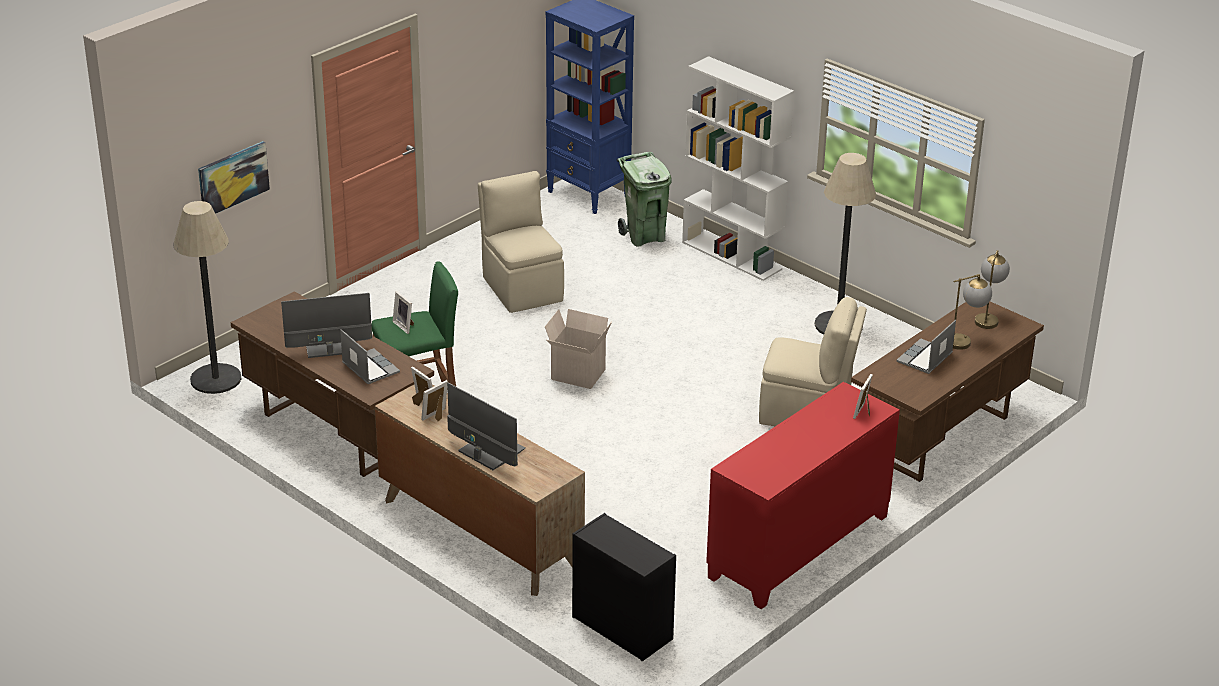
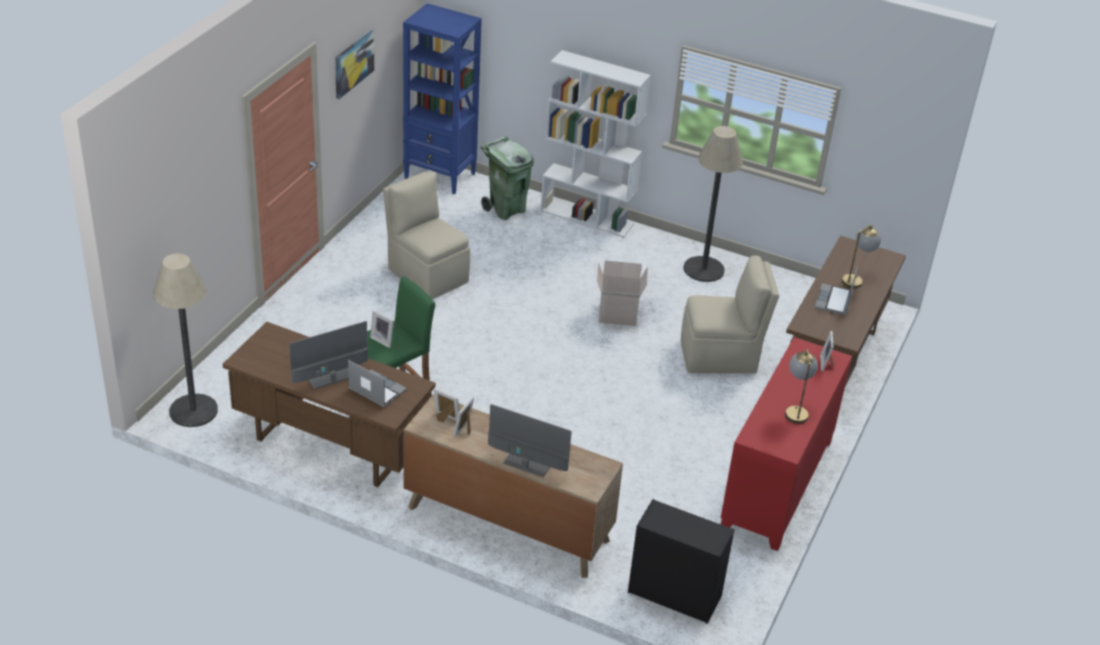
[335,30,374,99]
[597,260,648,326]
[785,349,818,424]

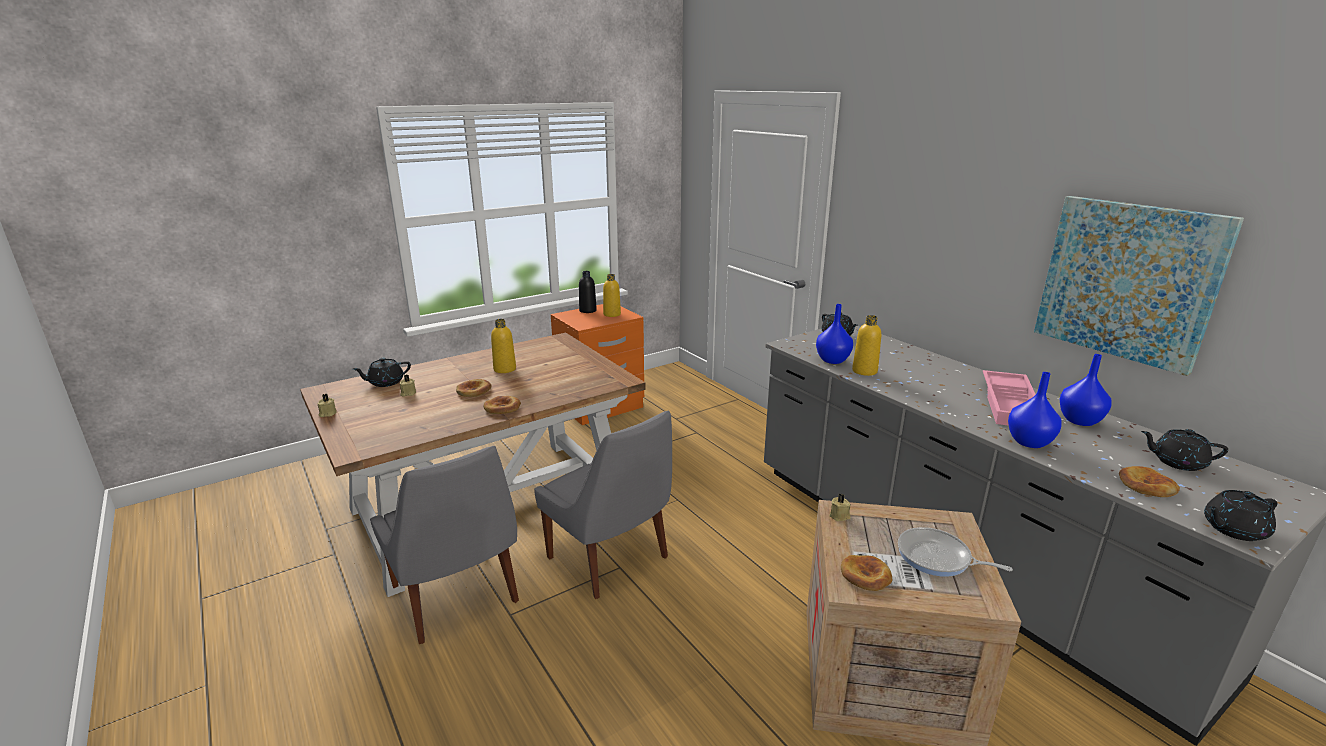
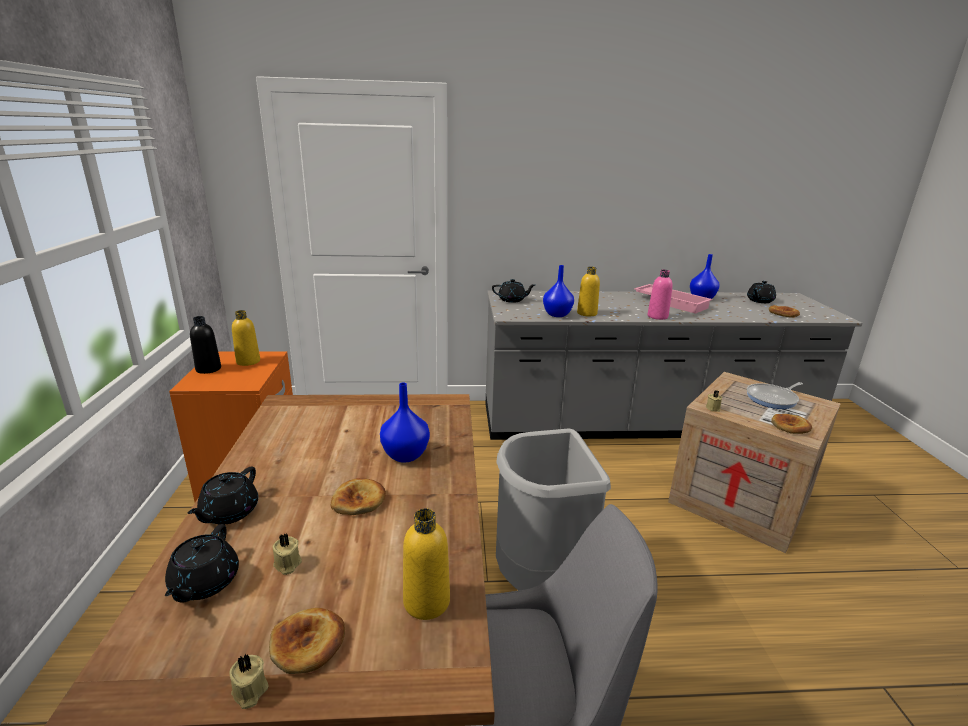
[269,608,345,674]
[403,508,450,620]
[496,428,611,591]
[380,383,430,463]
[1034,196,1244,376] (first image)
[187,467,258,524]
[648,270,673,320]

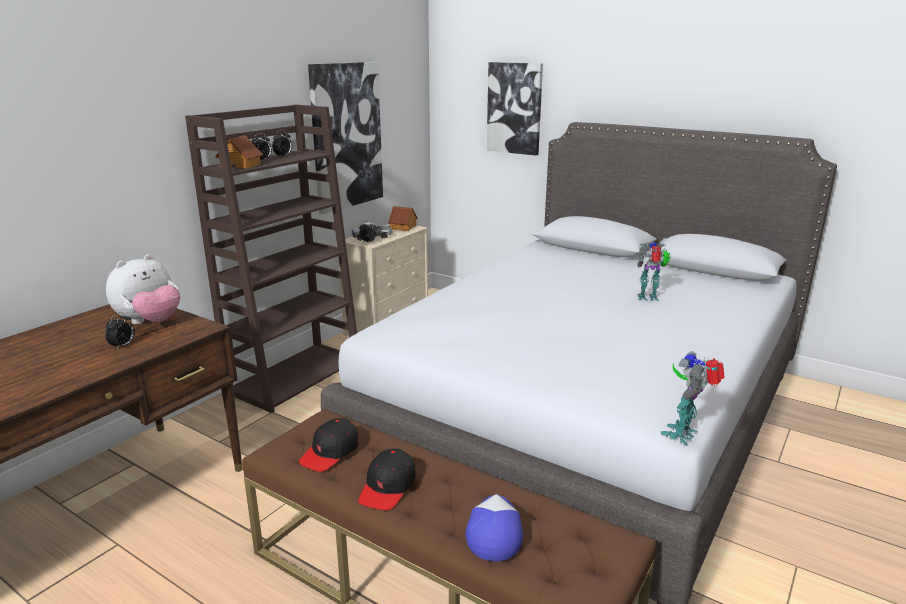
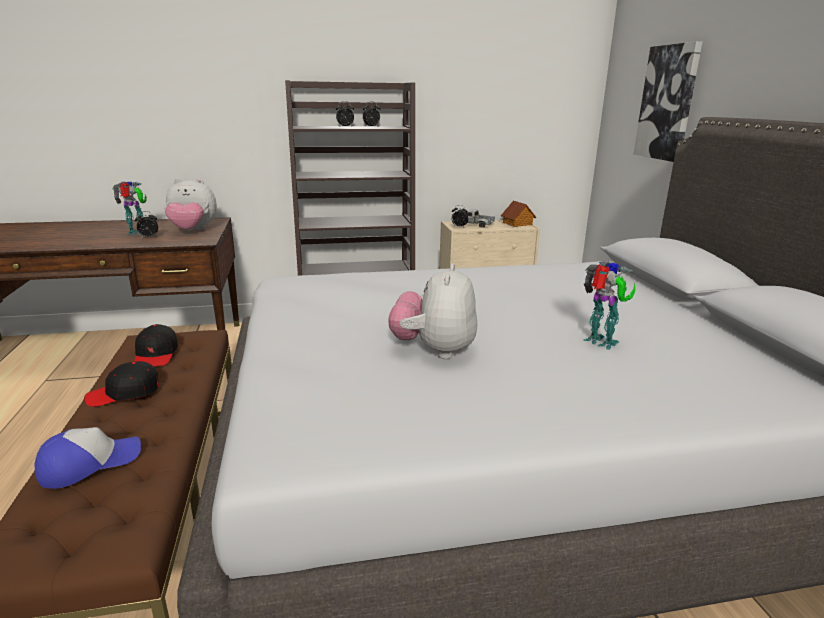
[215,135,263,169] (first image)
[134,324,178,366]
[308,62,383,214] (first image)
[113,182,147,235]
[388,263,477,359]

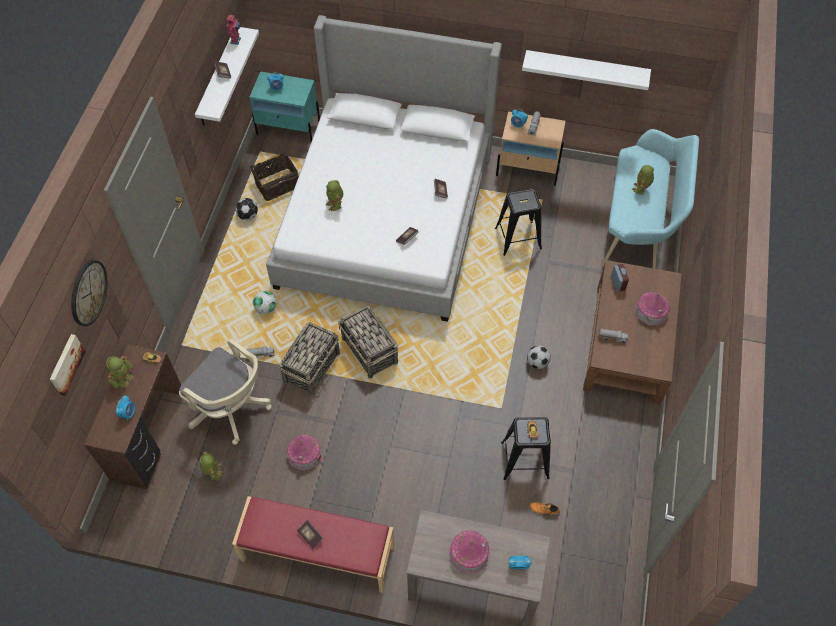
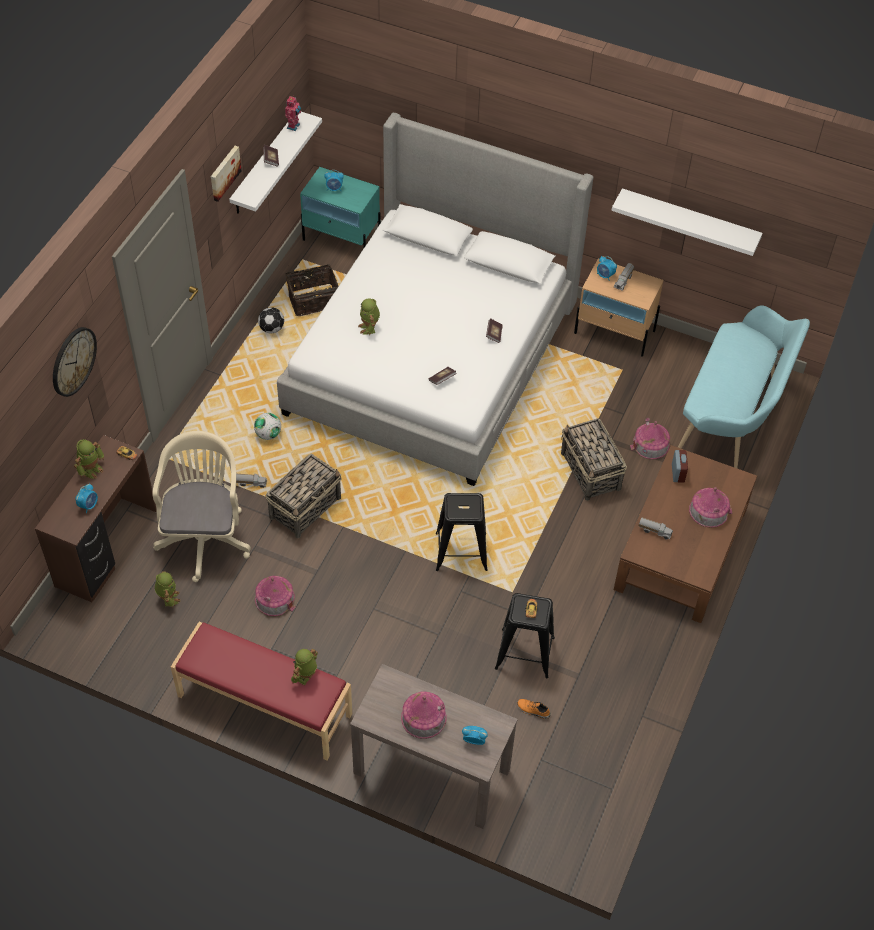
[211,146,242,202]
[152,431,251,582]
[297,520,323,549] (first image)
[561,418,627,501]
[436,493,488,571]
[527,345,551,369] (first image)
[291,649,318,685]
[630,418,670,459]

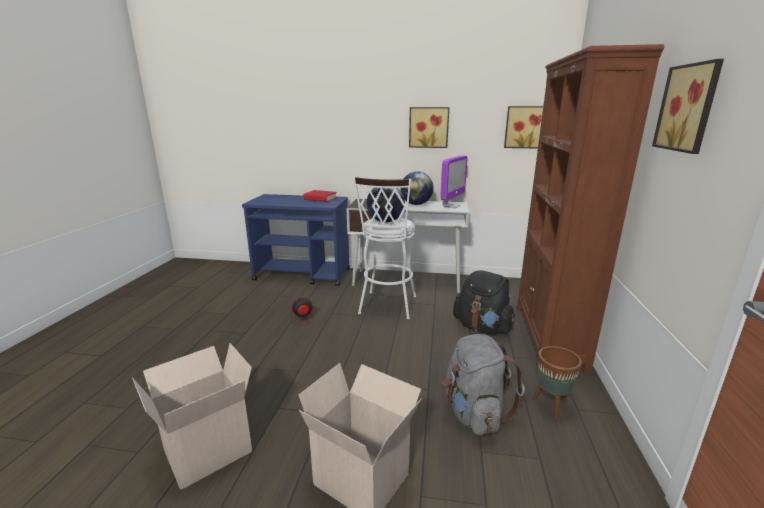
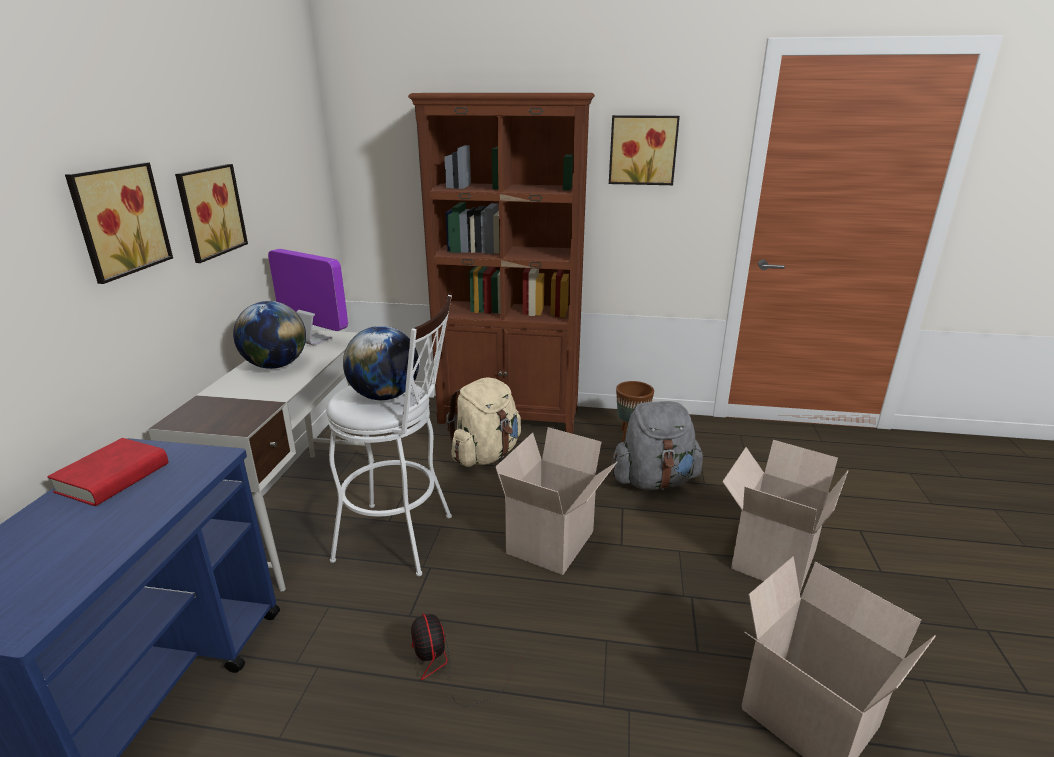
[446,377,521,467]
[65,162,173,284]
[495,427,617,575]

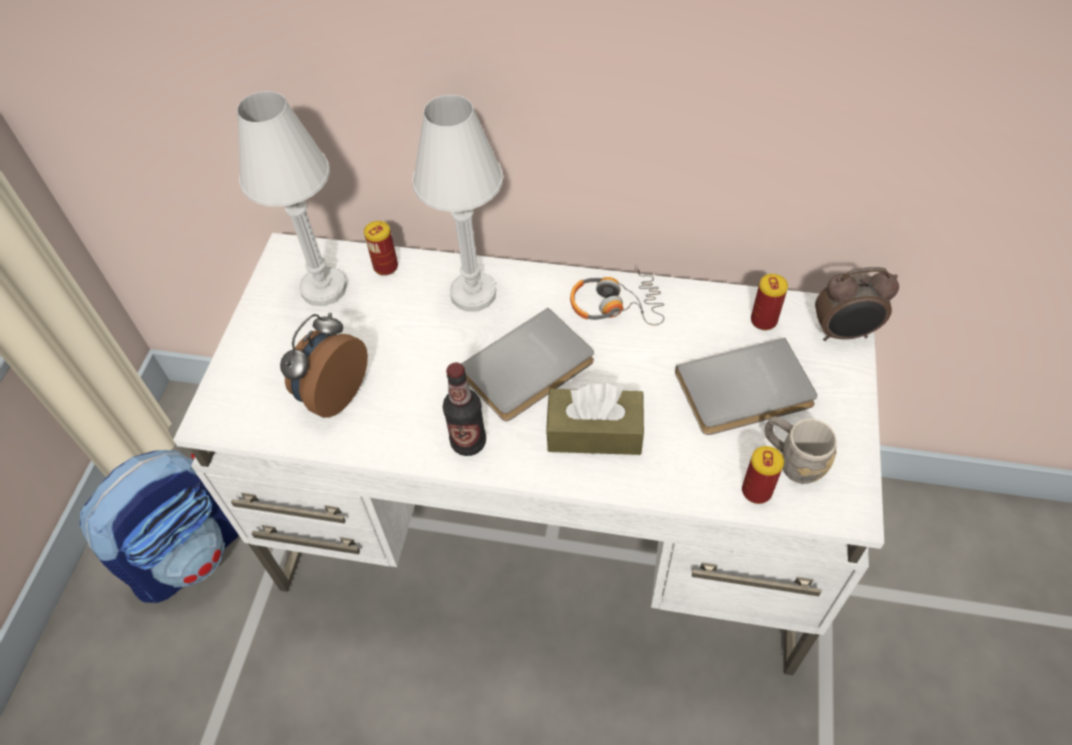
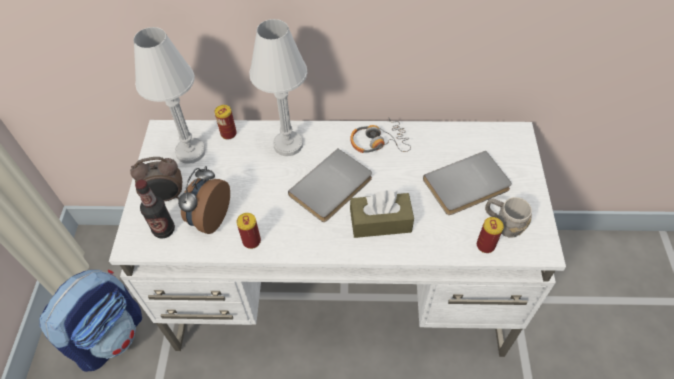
[135,180,175,239]
[237,213,261,249]
[130,157,182,202]

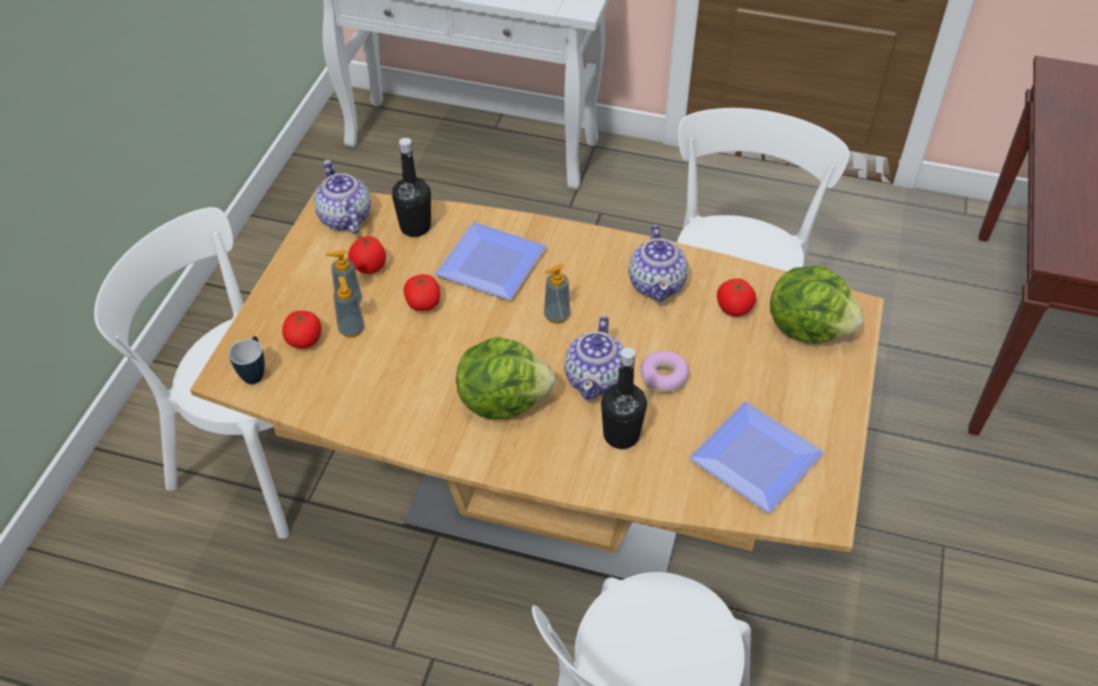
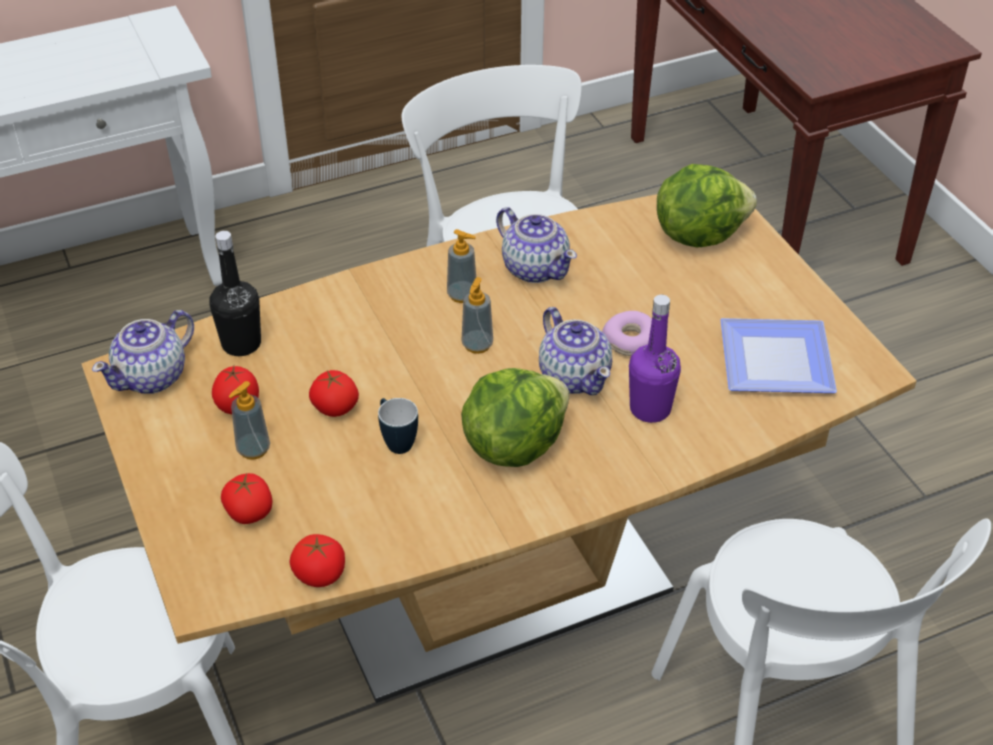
[378,398,418,454]
[92,310,194,394]
[447,229,476,303]
[435,222,546,300] (first image)
[629,295,681,423]
[289,534,345,587]

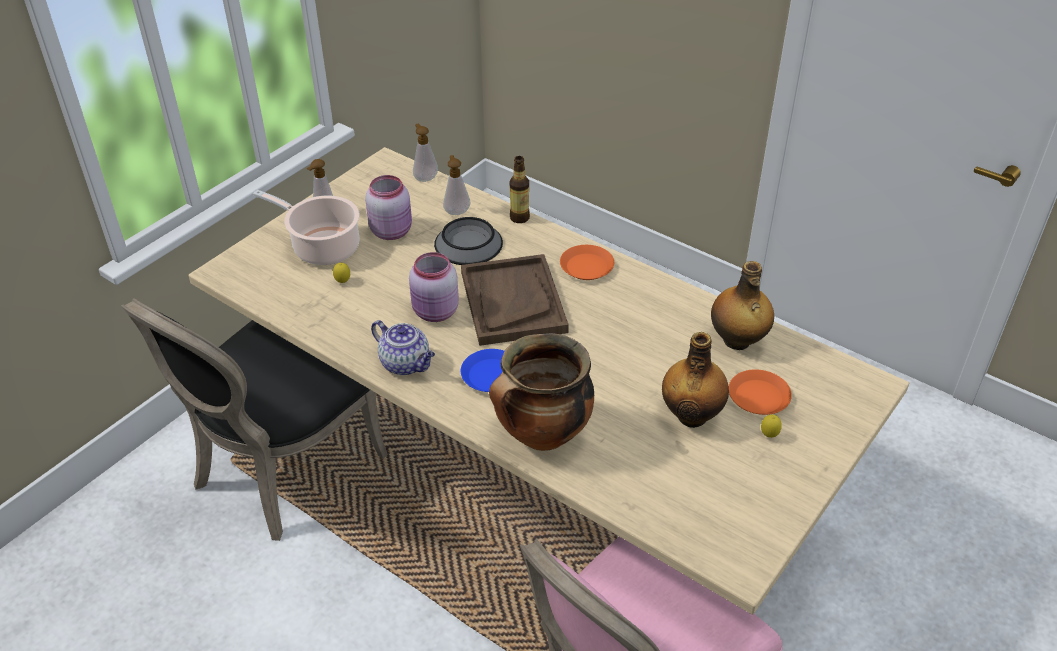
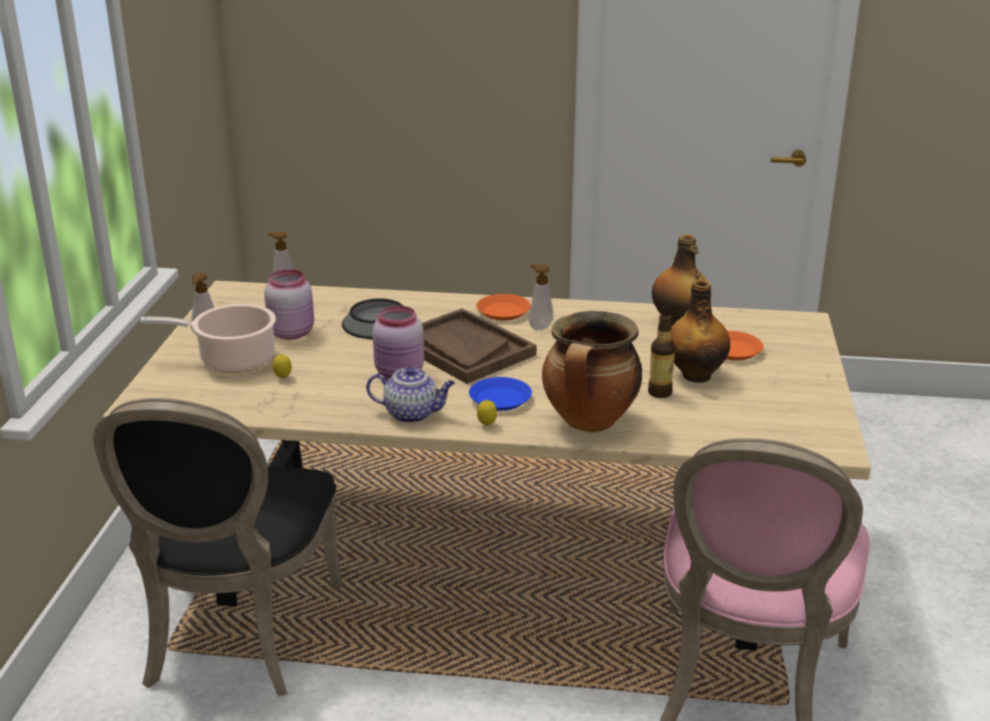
[529,264,554,331]
[648,313,675,398]
[477,400,497,426]

